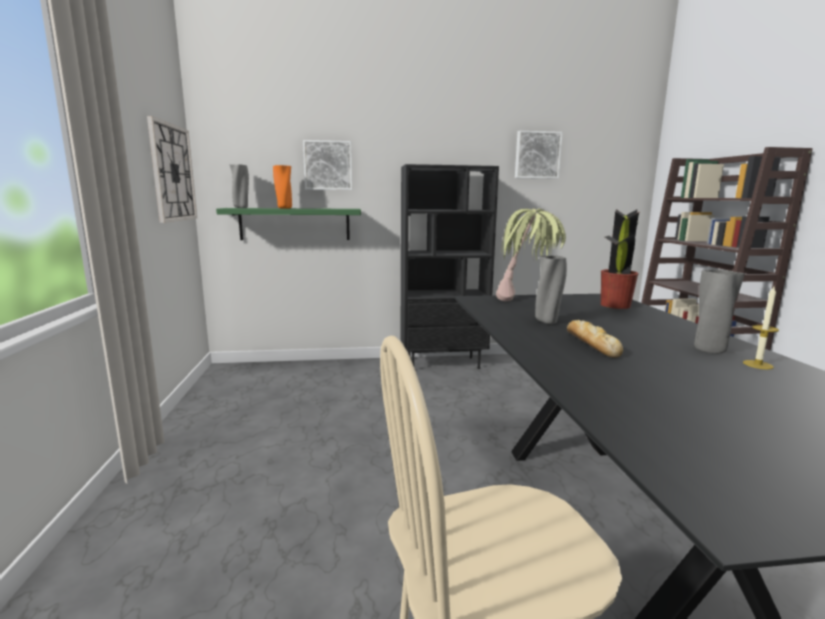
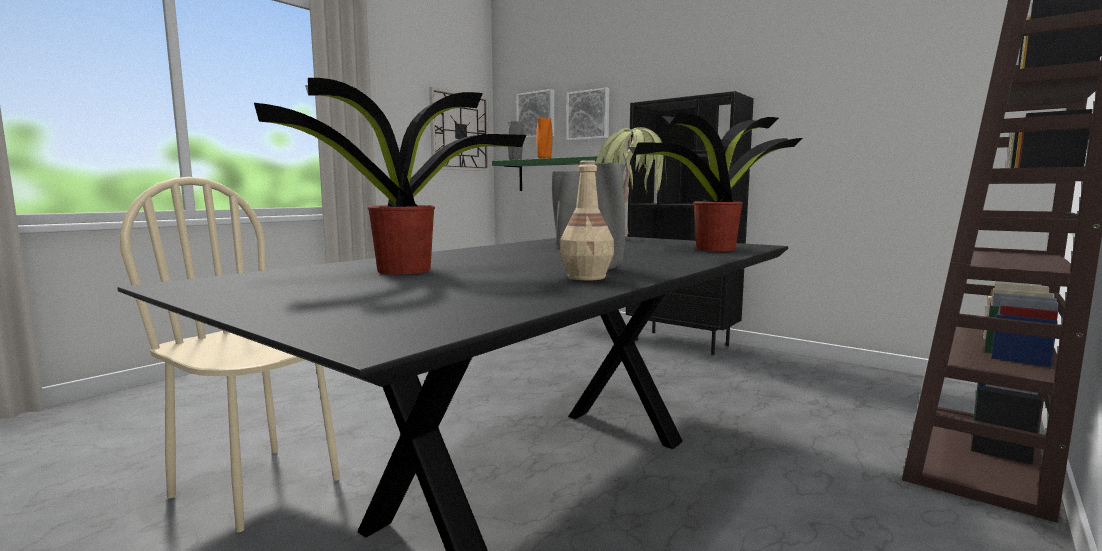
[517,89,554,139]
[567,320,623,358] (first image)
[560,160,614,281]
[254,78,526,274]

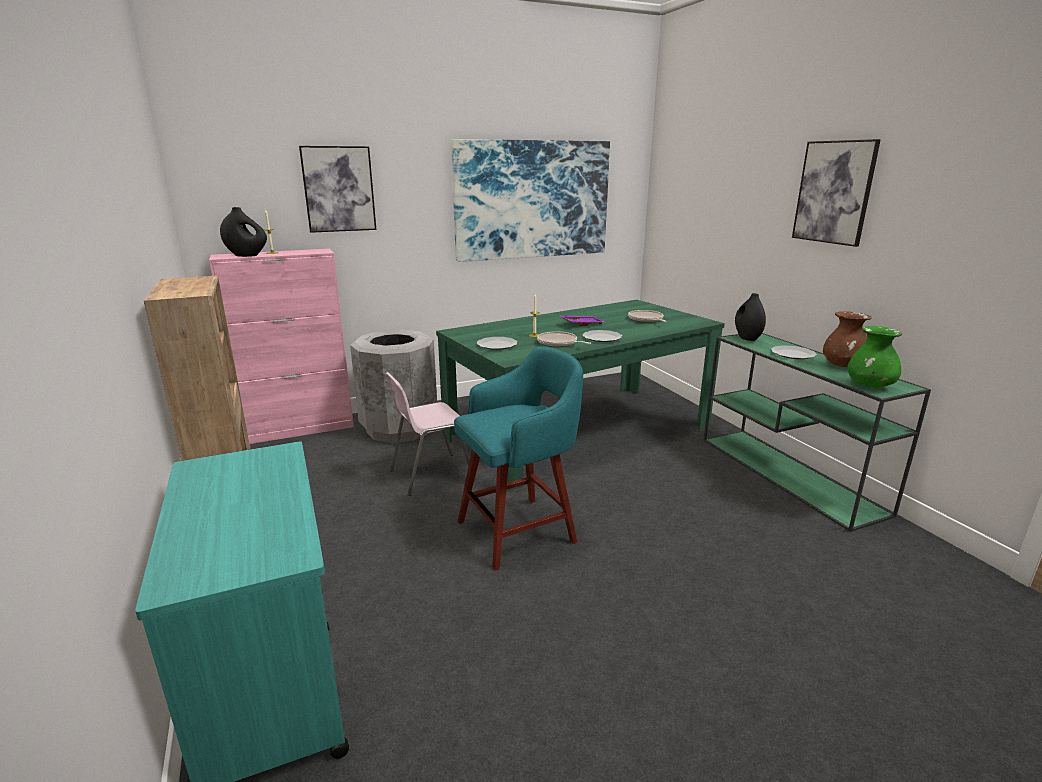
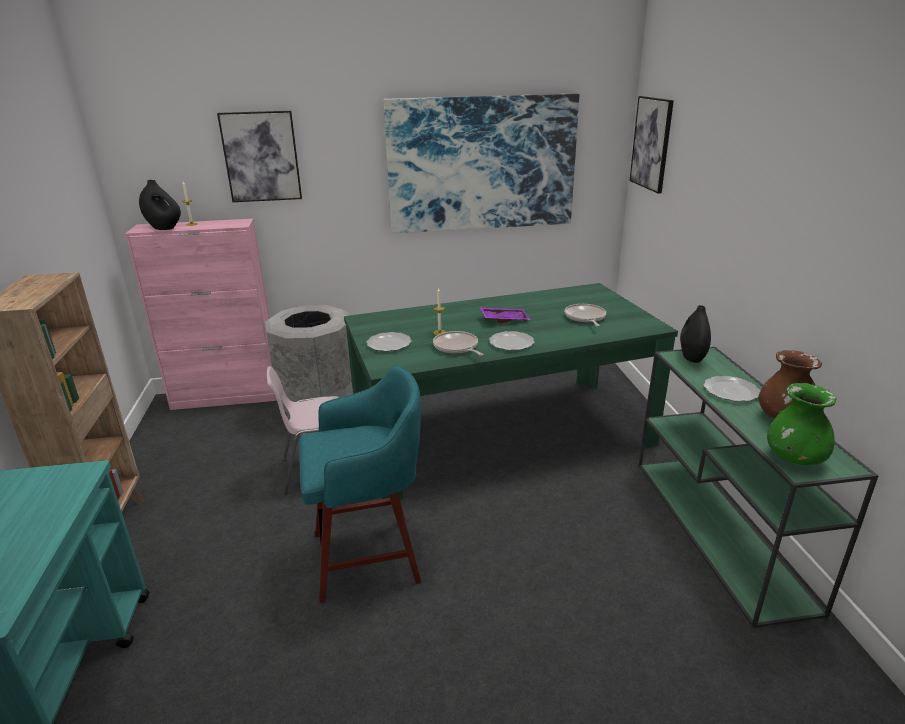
[629,96,674,193]

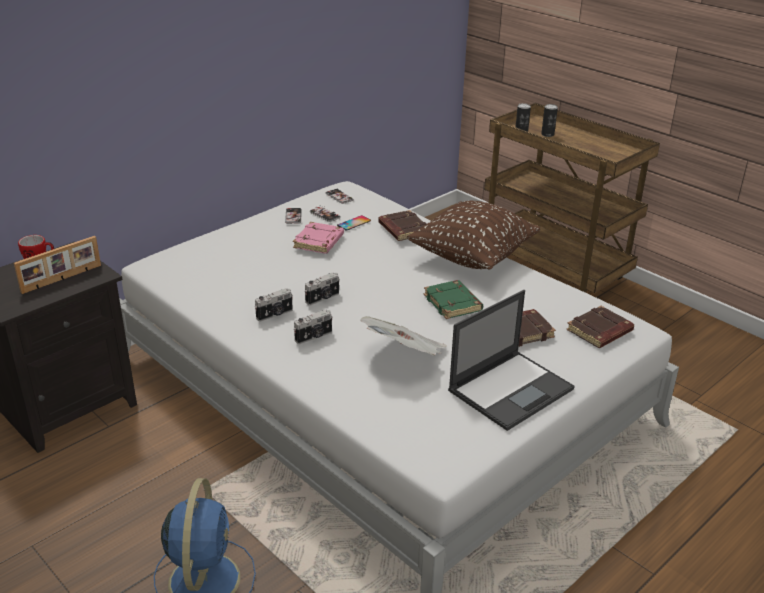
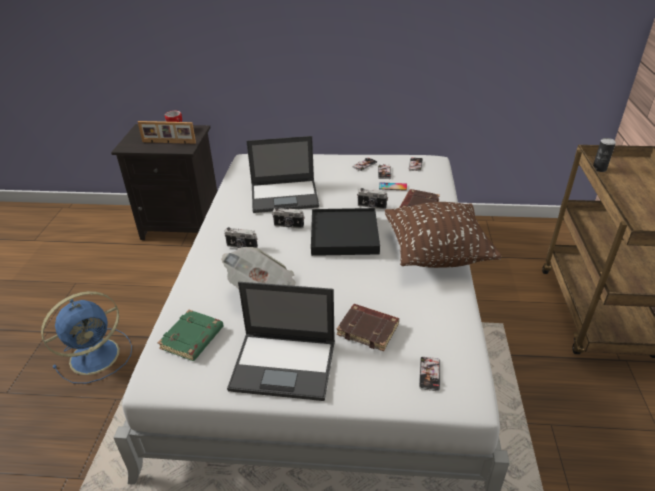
[357,188,388,209]
[293,222,344,254] (first image)
[158,310,224,361]
[541,104,558,137] (first image)
[419,356,440,391]
[247,136,319,213]
[311,208,380,256]

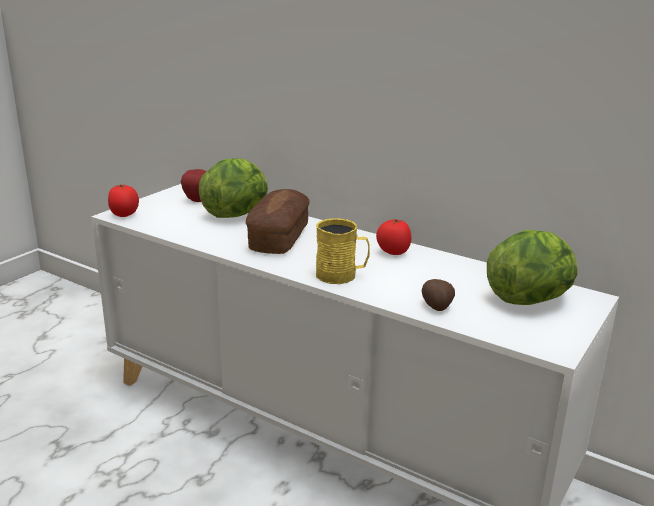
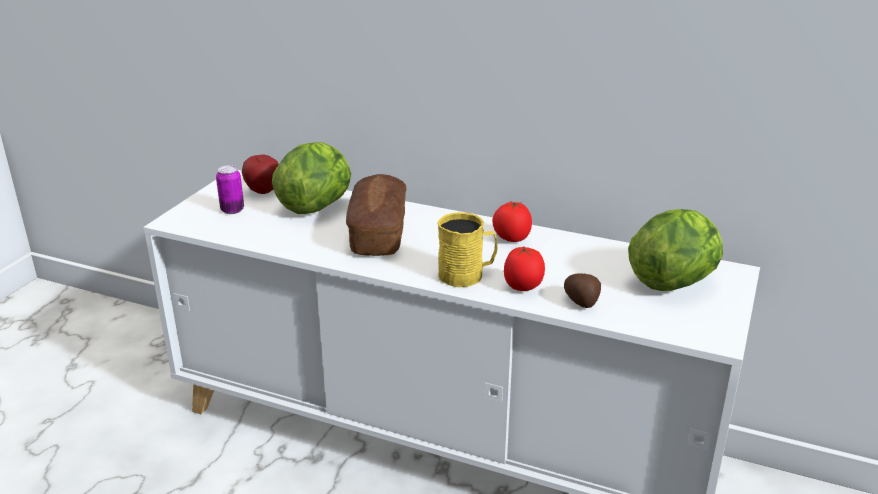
[504,247,545,291]
[216,165,244,214]

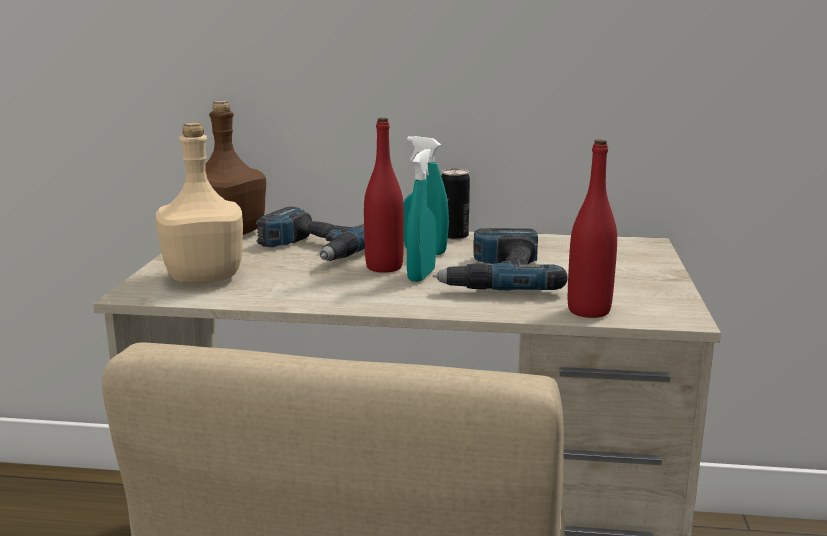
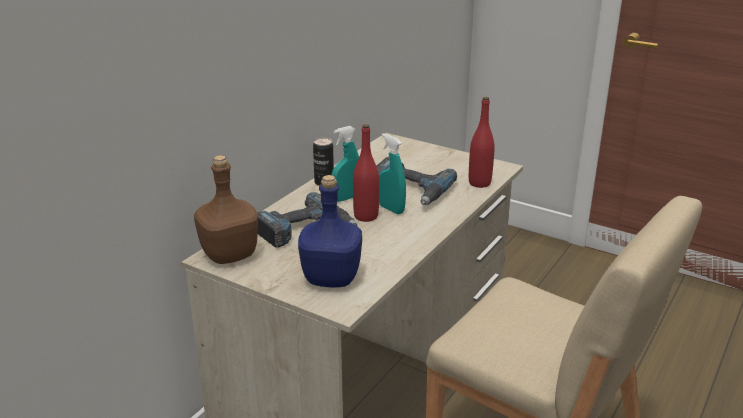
[298,175,362,288]

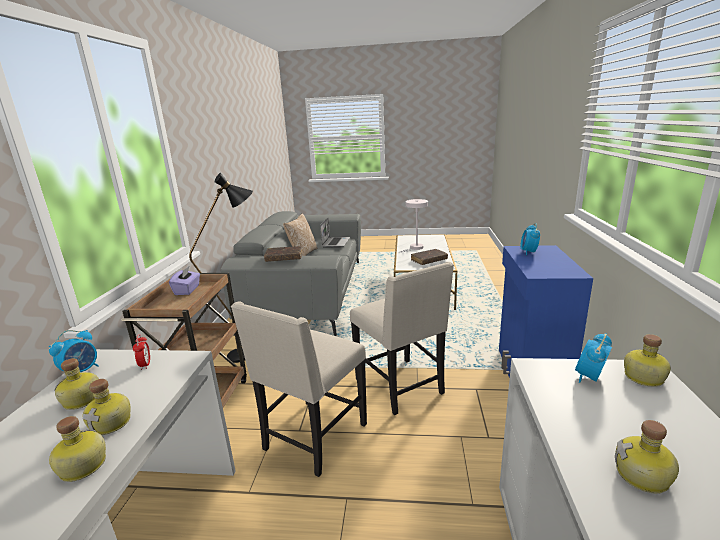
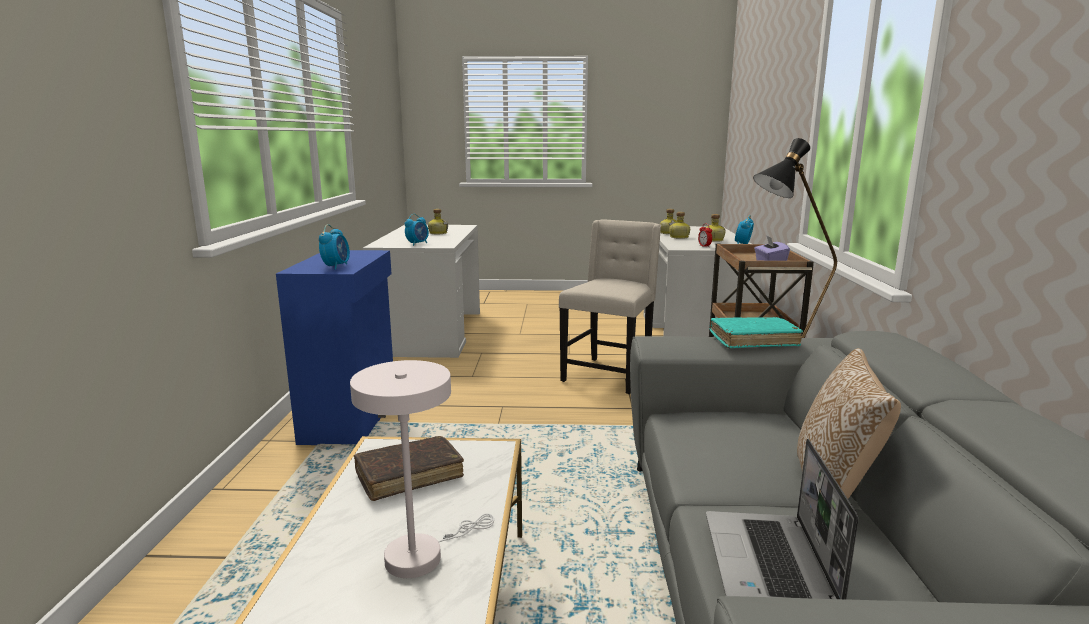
[709,317,803,349]
[350,262,454,415] (first image)
[624,334,671,387] (first image)

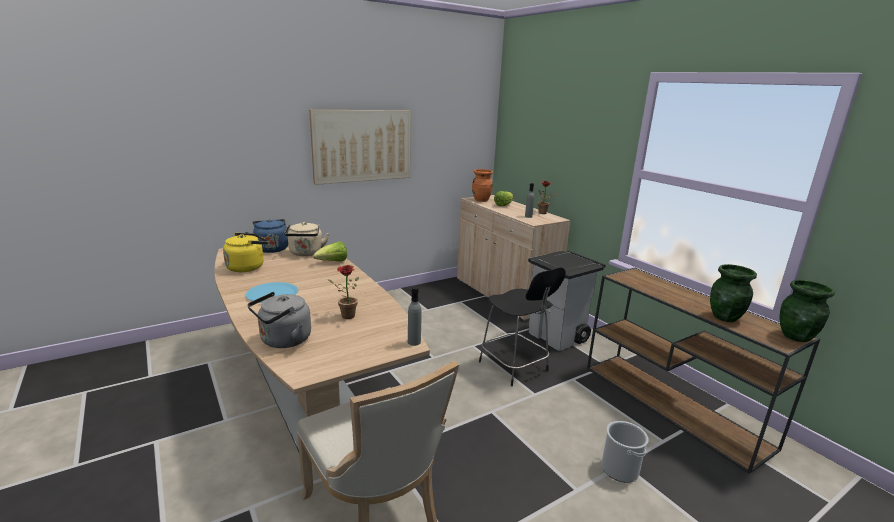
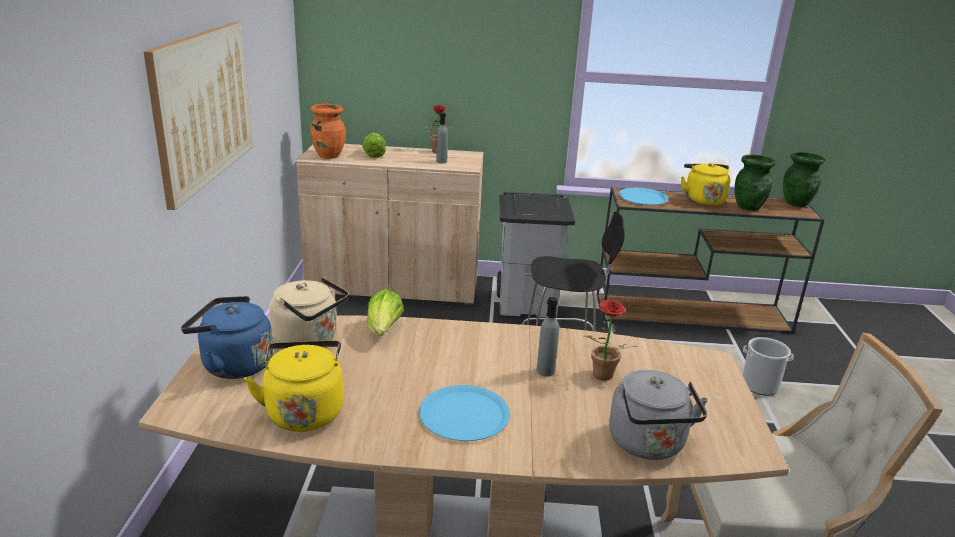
[536,297,559,377]
[619,188,669,205]
[681,163,730,206]

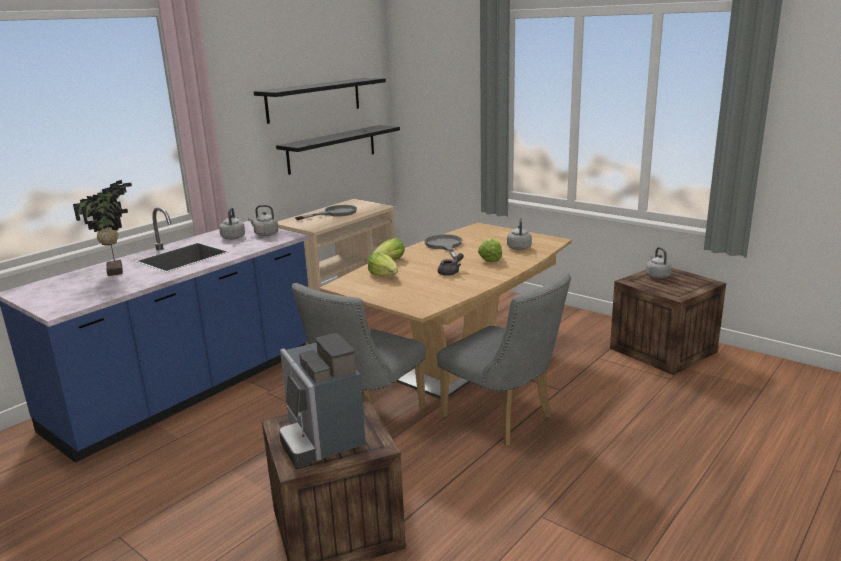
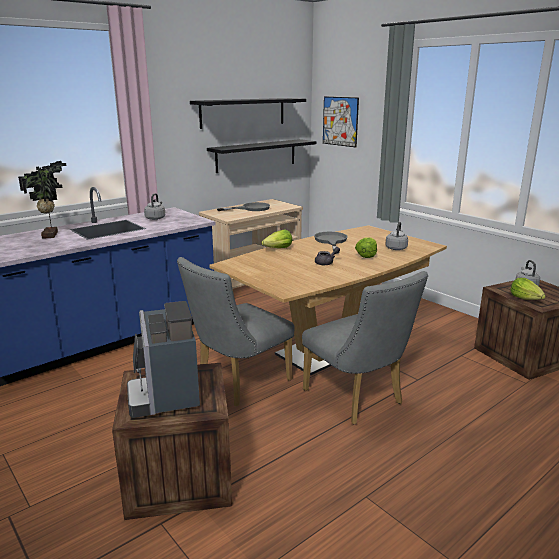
[248,205,278,236] (first image)
[510,278,546,300]
[323,97,359,147]

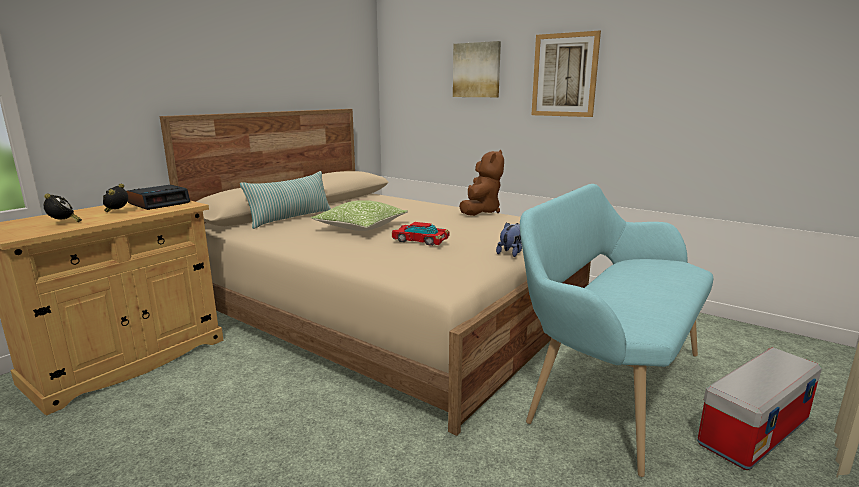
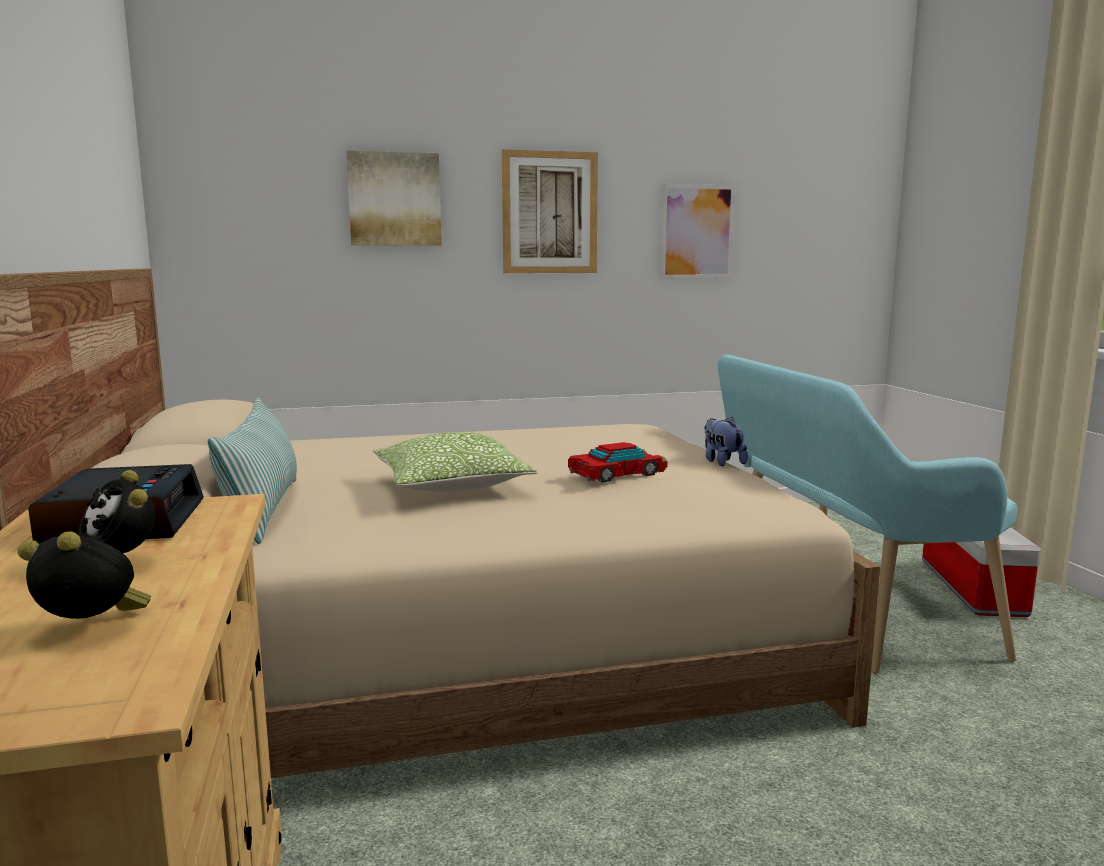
[459,150,504,216] (first image)
[660,184,735,279]

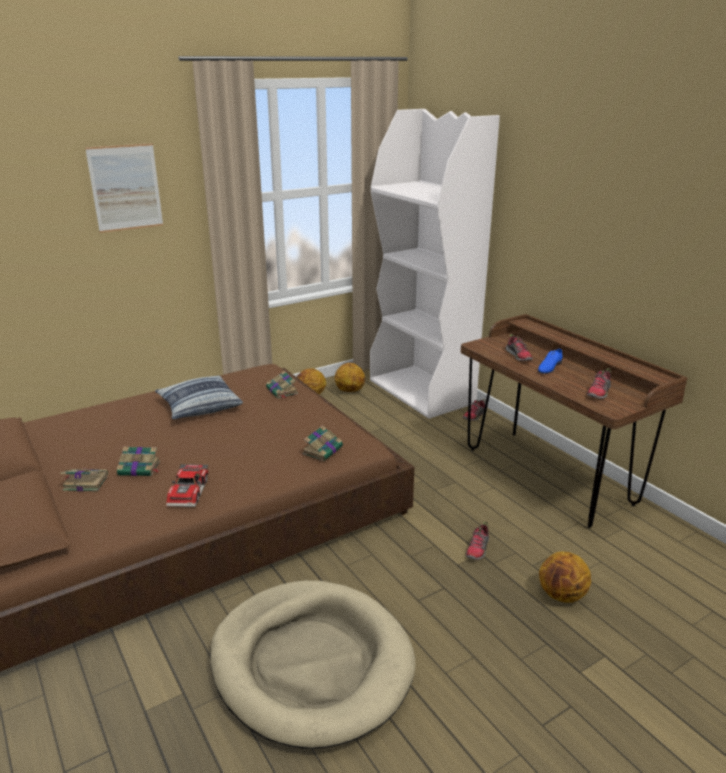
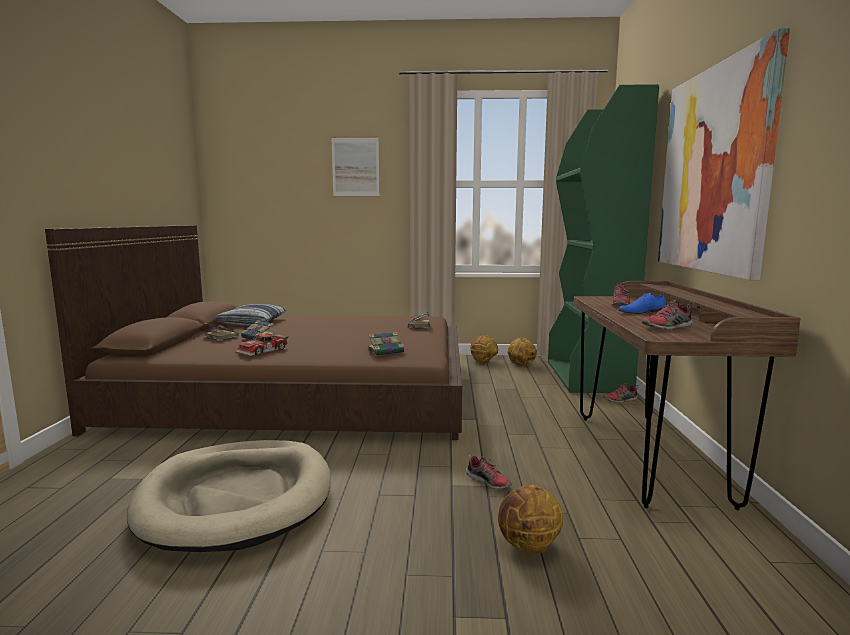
[216,304,286,326]
[548,84,659,393]
[466,453,512,490]
[658,28,790,280]

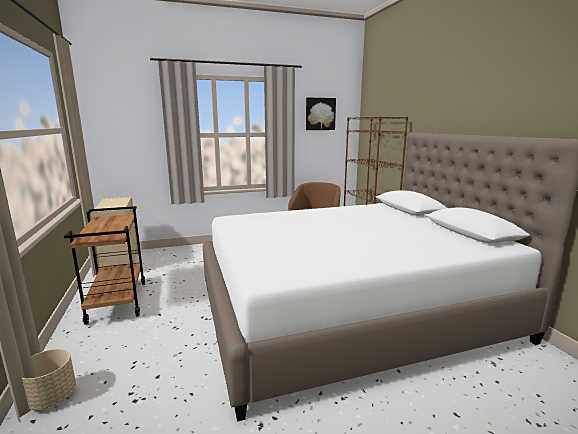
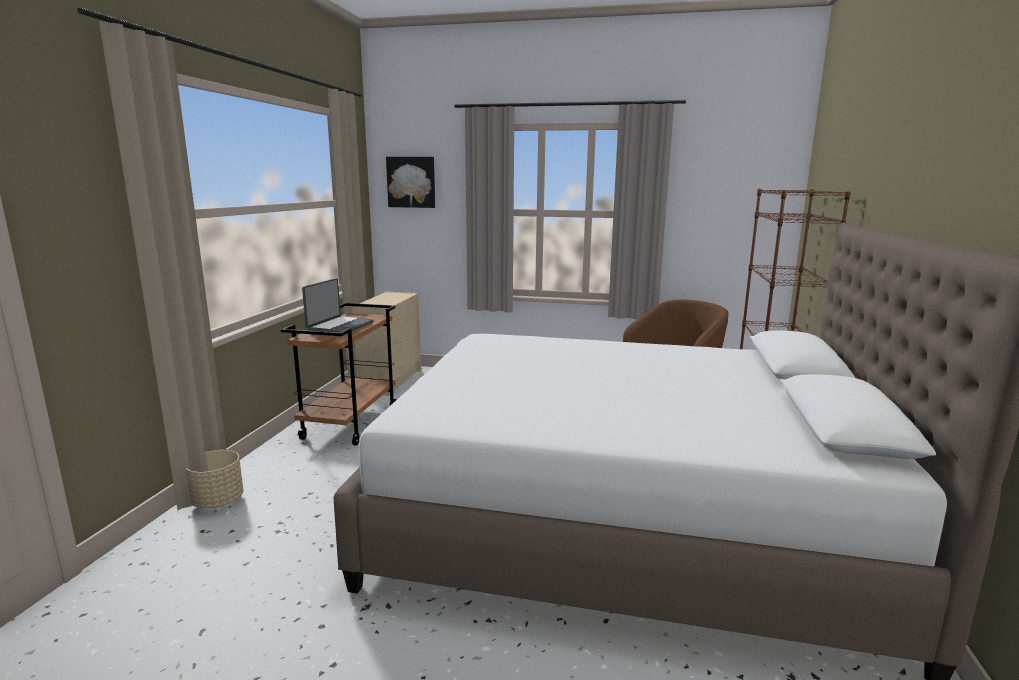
[386,157,435,208]
[302,278,374,332]

